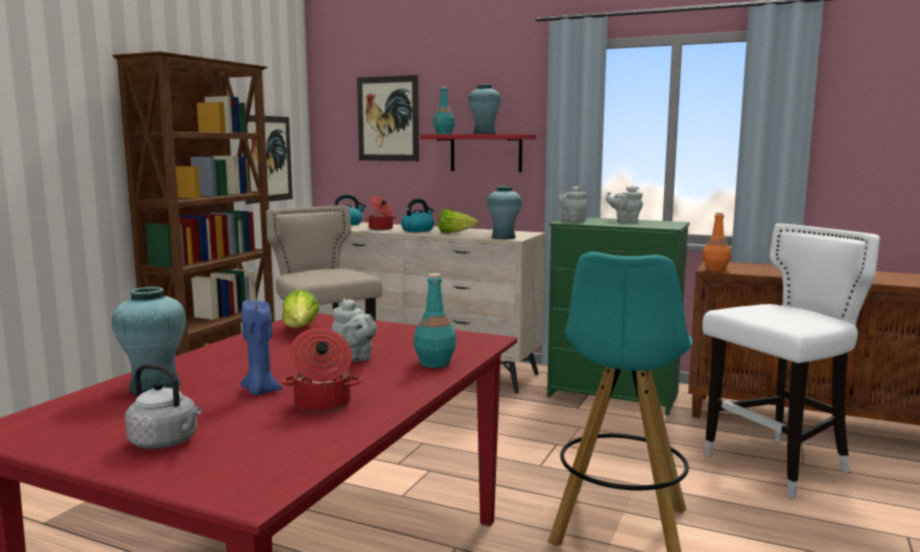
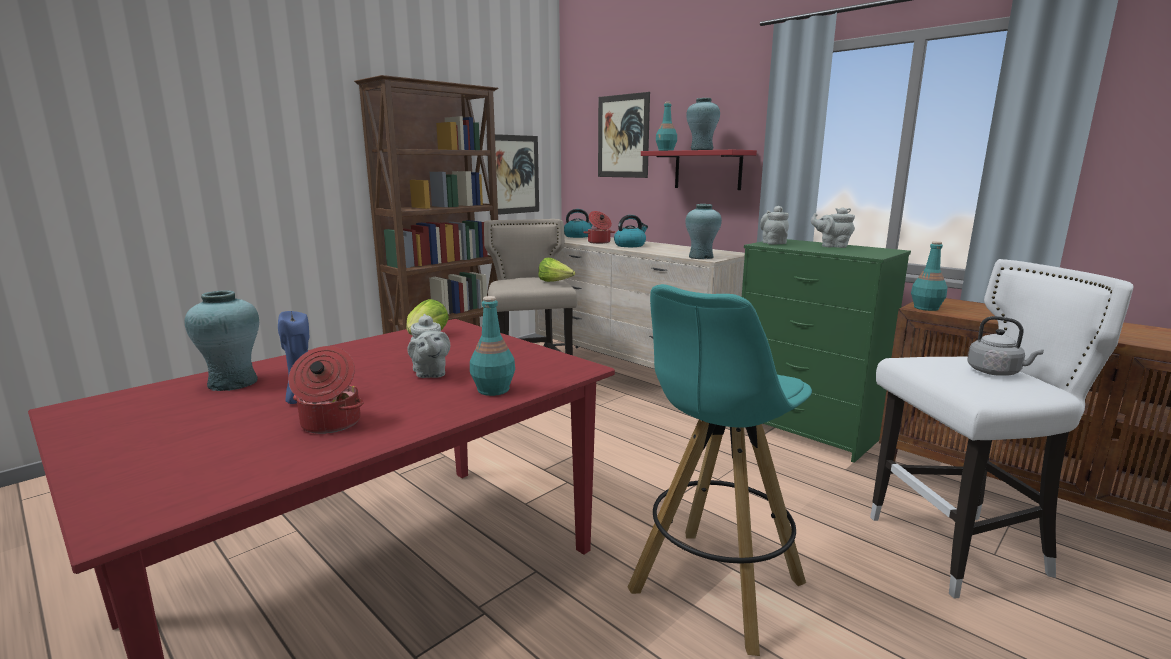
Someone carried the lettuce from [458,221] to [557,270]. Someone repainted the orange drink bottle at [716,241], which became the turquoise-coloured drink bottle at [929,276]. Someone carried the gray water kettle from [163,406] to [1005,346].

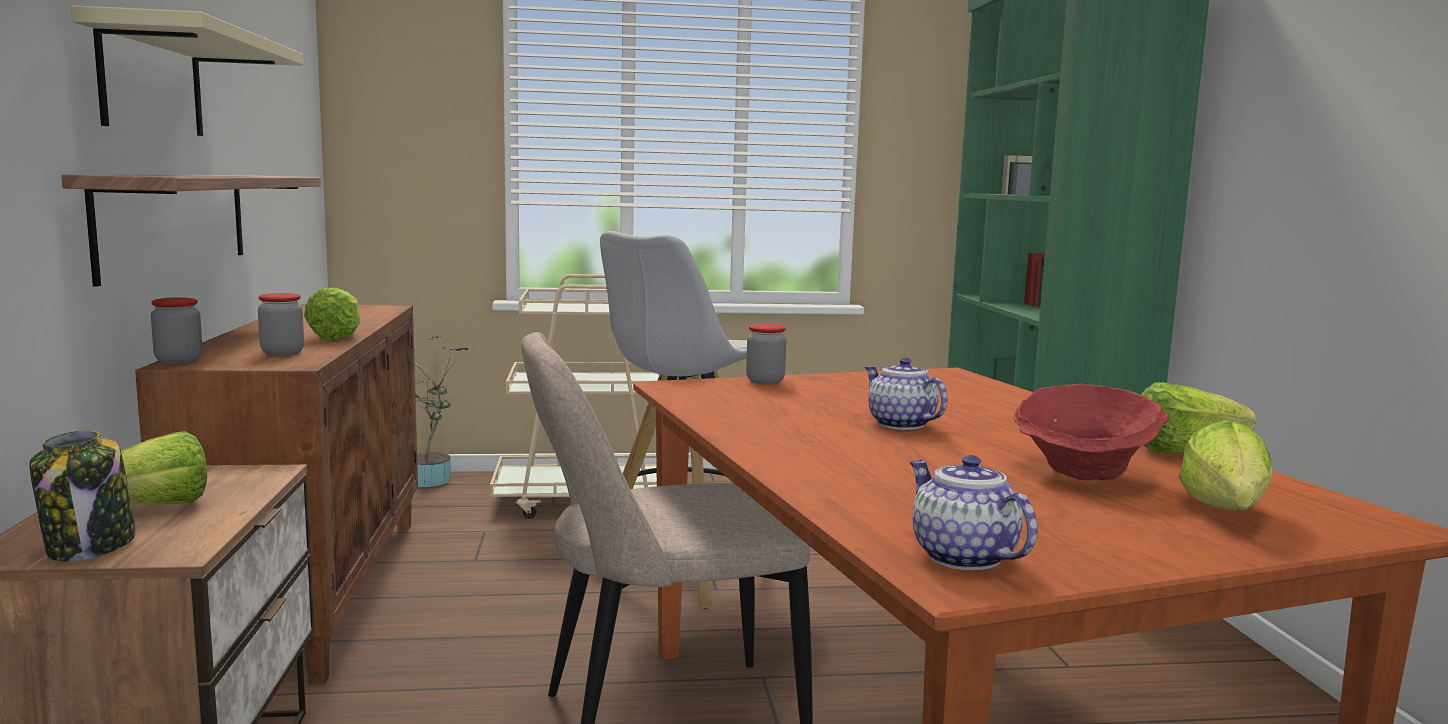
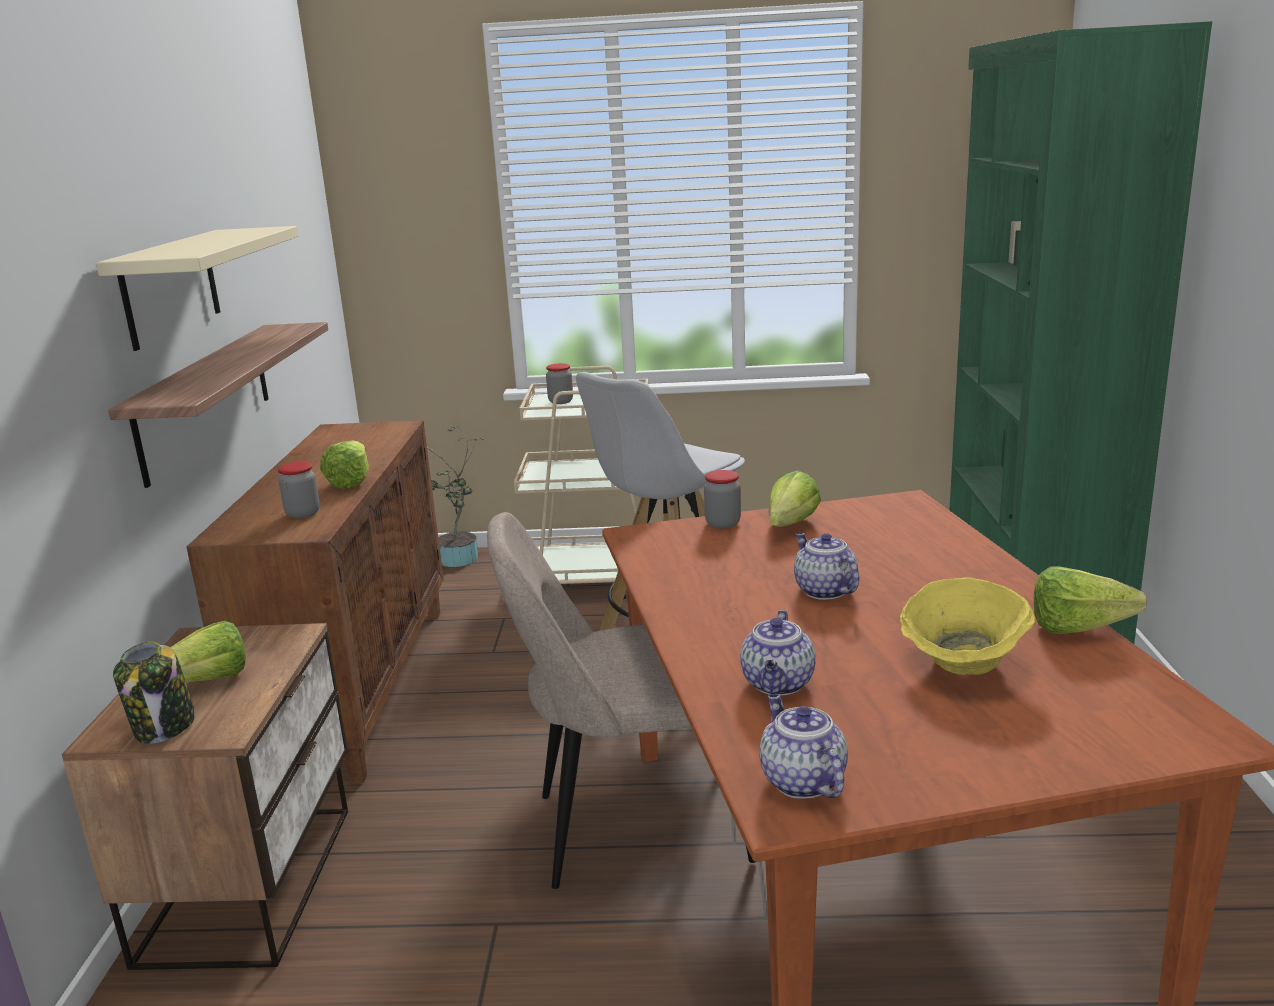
Someone carried the storage jar from [177,330] to [559,383]. Someone put down the teapot at [778,652]. Someone carried the lettuce from [1225,465] to [795,499]. Someone repainted the reddish deep dish at [1091,432], which became the yellow deep dish at [967,626].

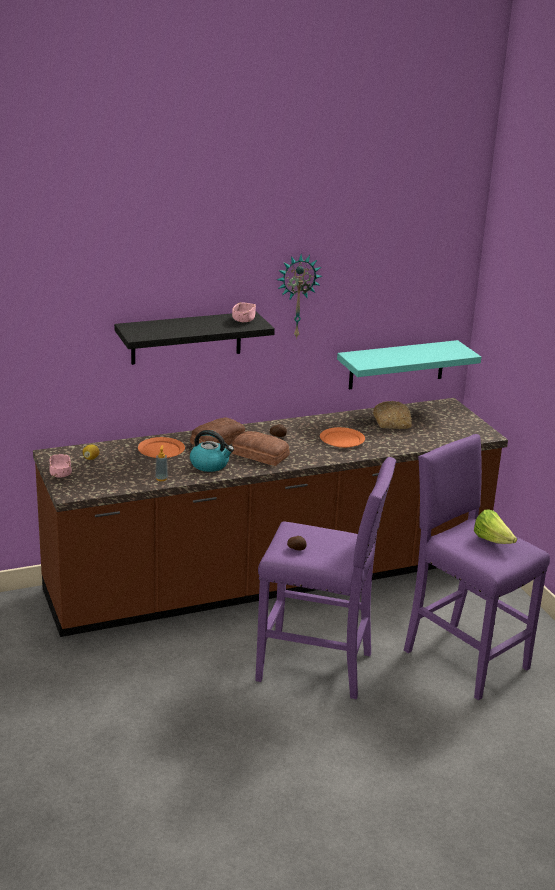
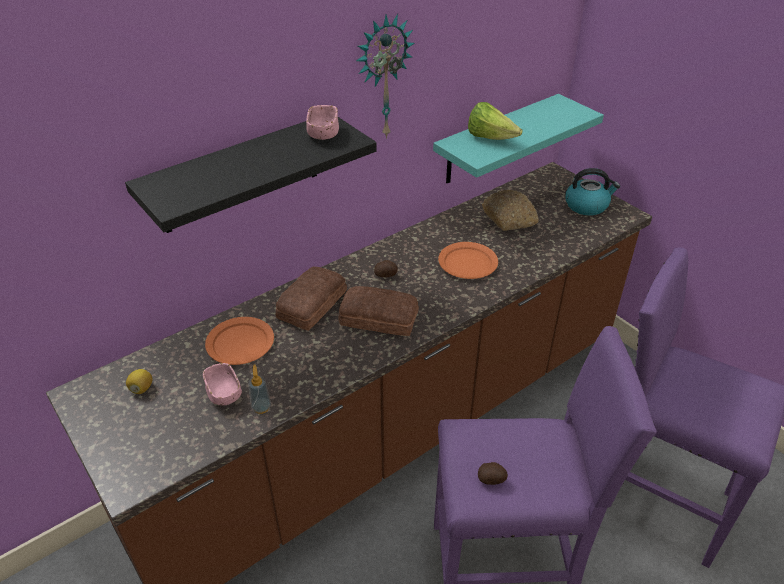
Someone carried the pinkish deep dish from [60,466] to [222,384]. Someone carried the lettuce from [495,526] to [495,121]. Someone carried the water kettle from [212,451] to [592,192].

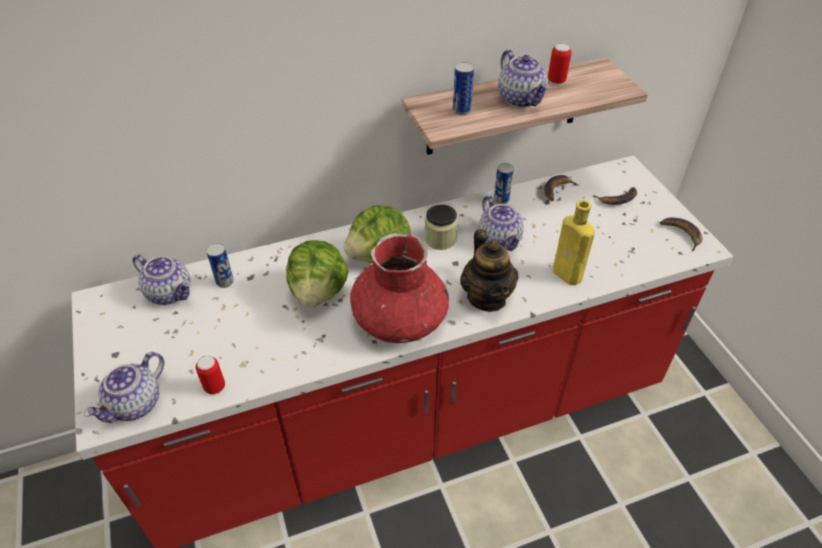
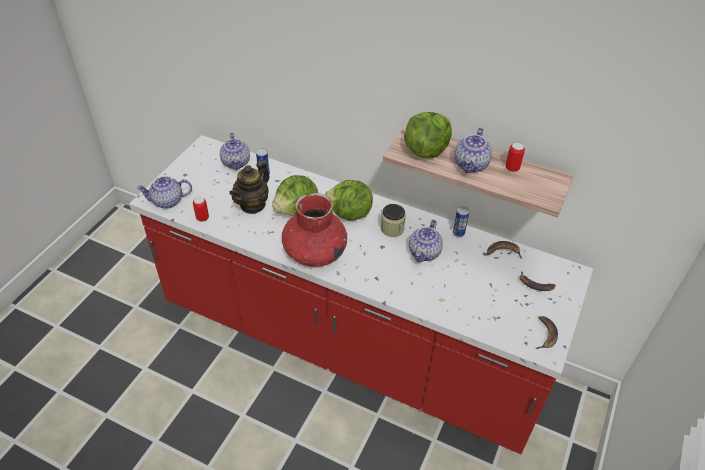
Someone carried the teapot from [489,270] to [249,187]. Someone swapped the metal can at [463,88] for the lettuce at [428,135]. Someone took away the yellow drink bottle at [574,242].

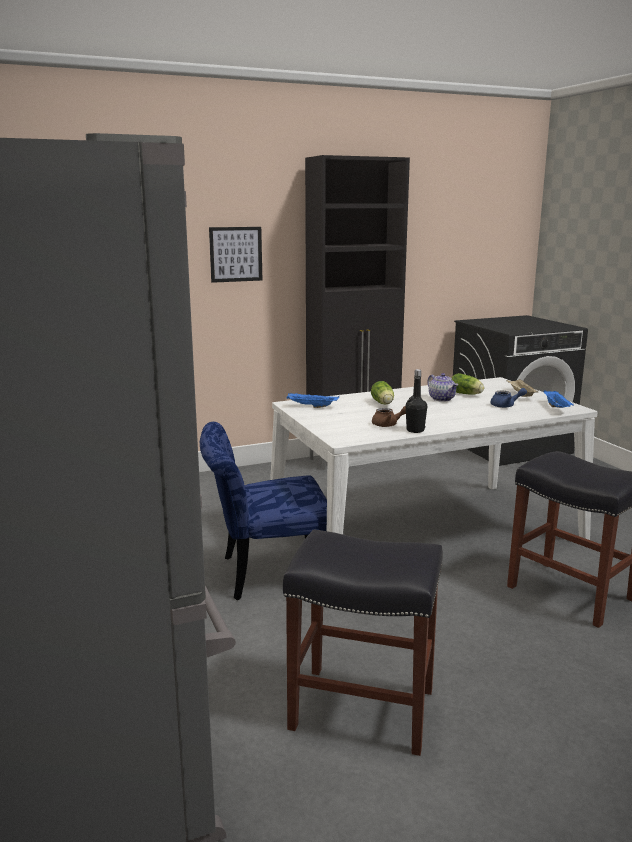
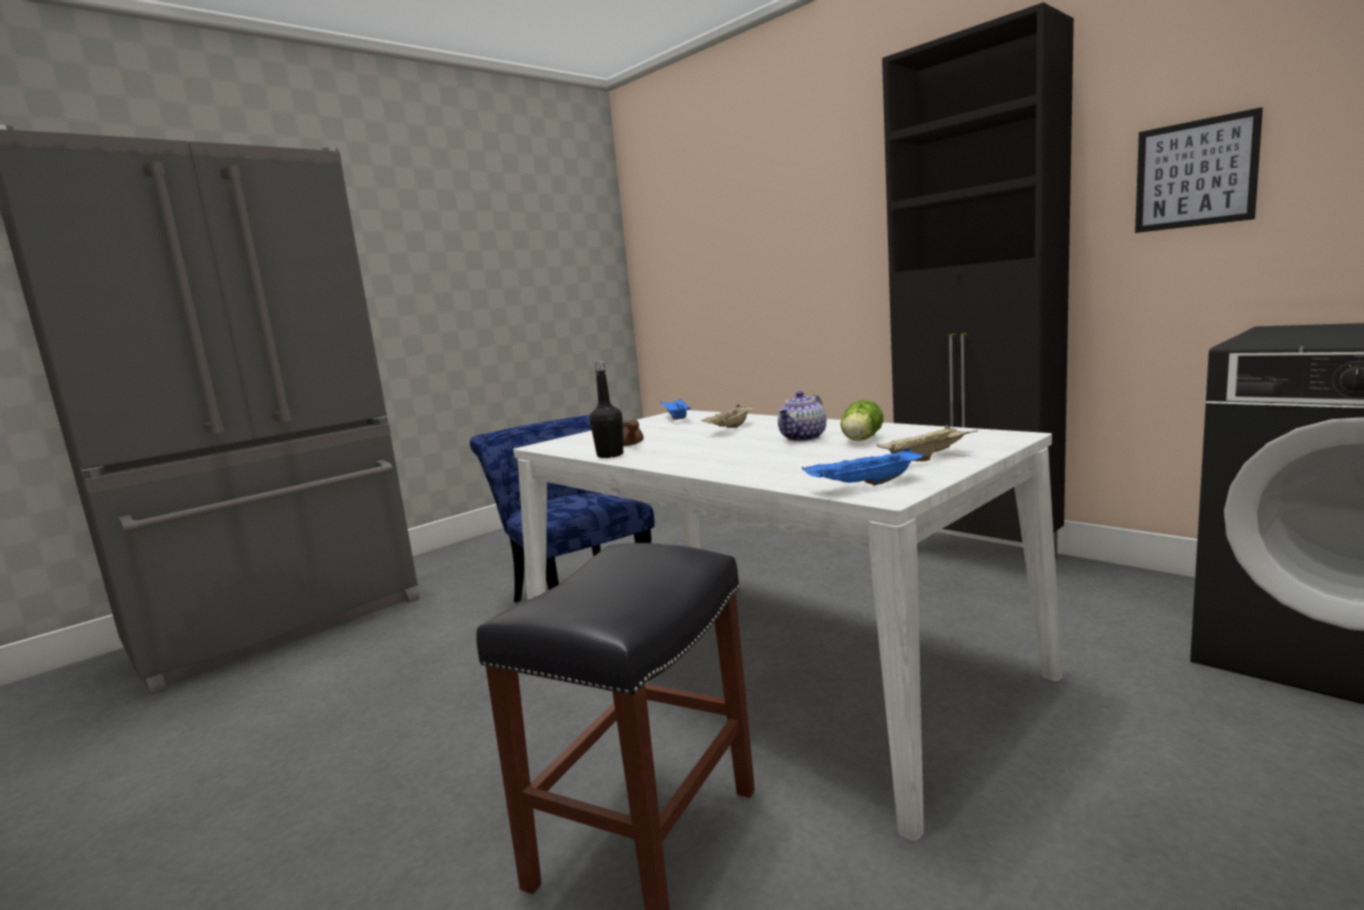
Someone swapped the lettuce at [382,393] for the sand-coloured serving tray at [728,416]. Someone carried the wall art from [235,255] to [1199,170]. Someone took away the black stool seat at [363,643]. Someone took away the bluish teapot at [509,398].

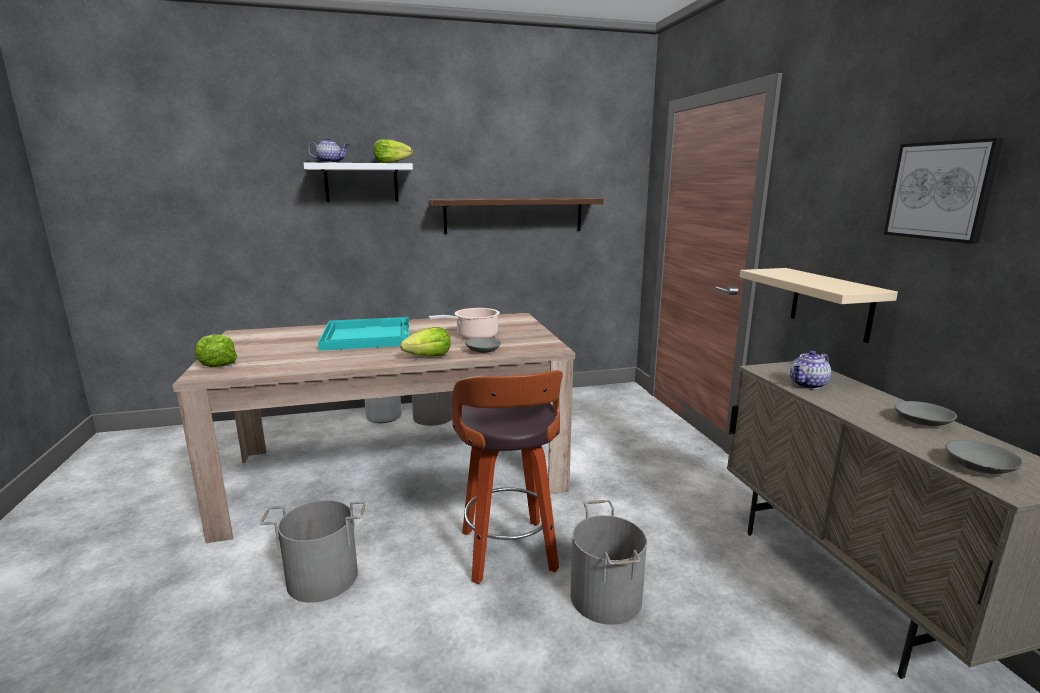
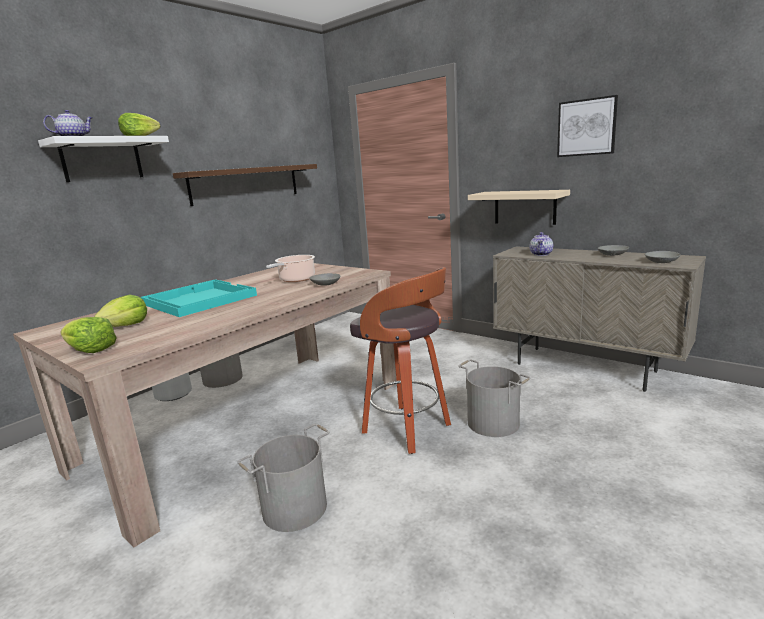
Someone carried the lettuce from [425,342] to [120,310].

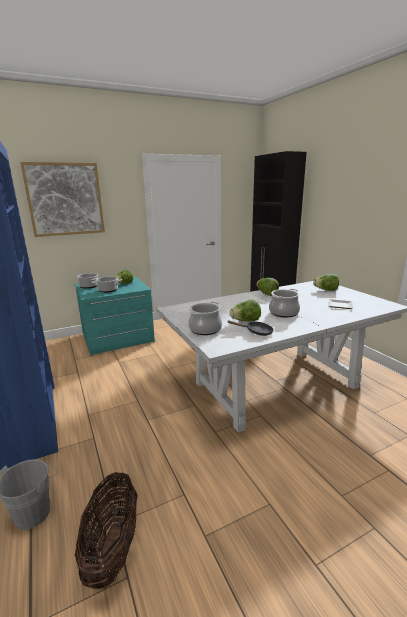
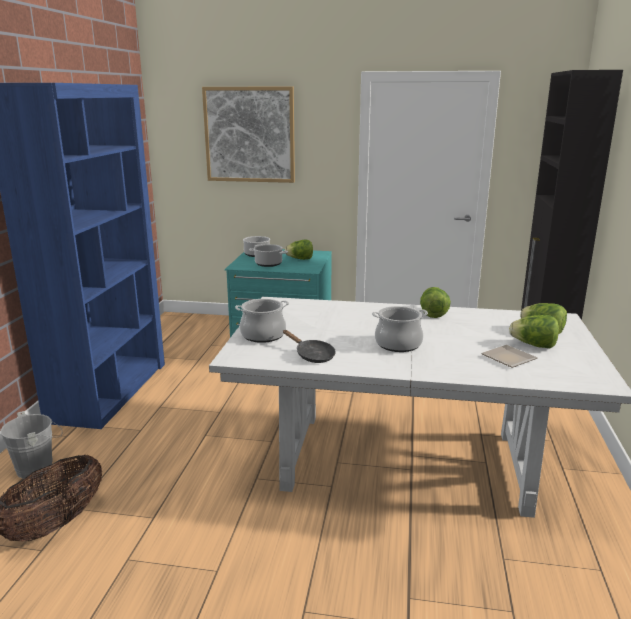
Someone carried the lettuce from [245,311] to [534,331].

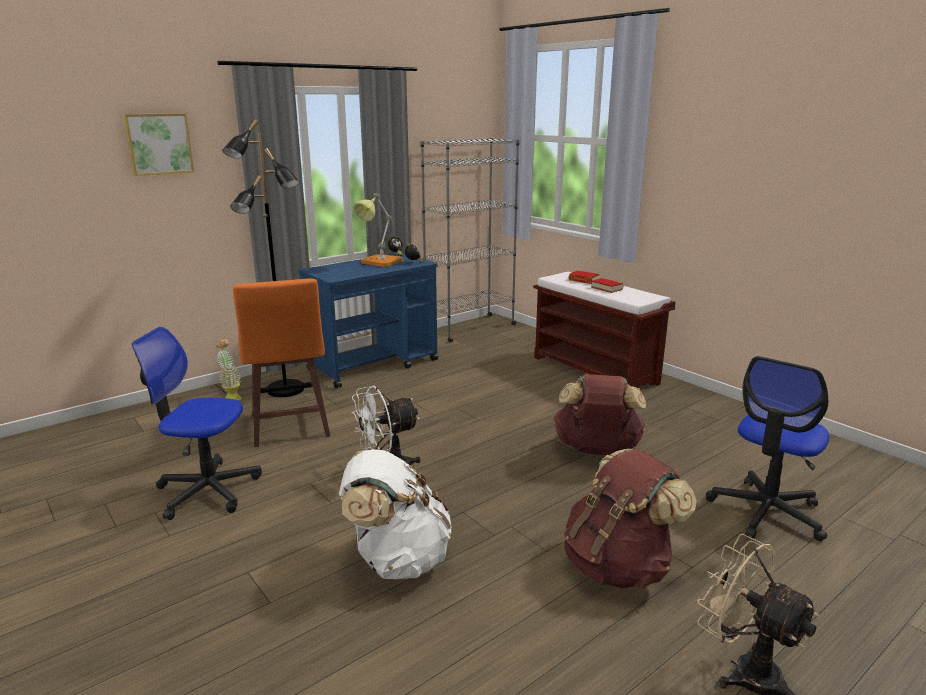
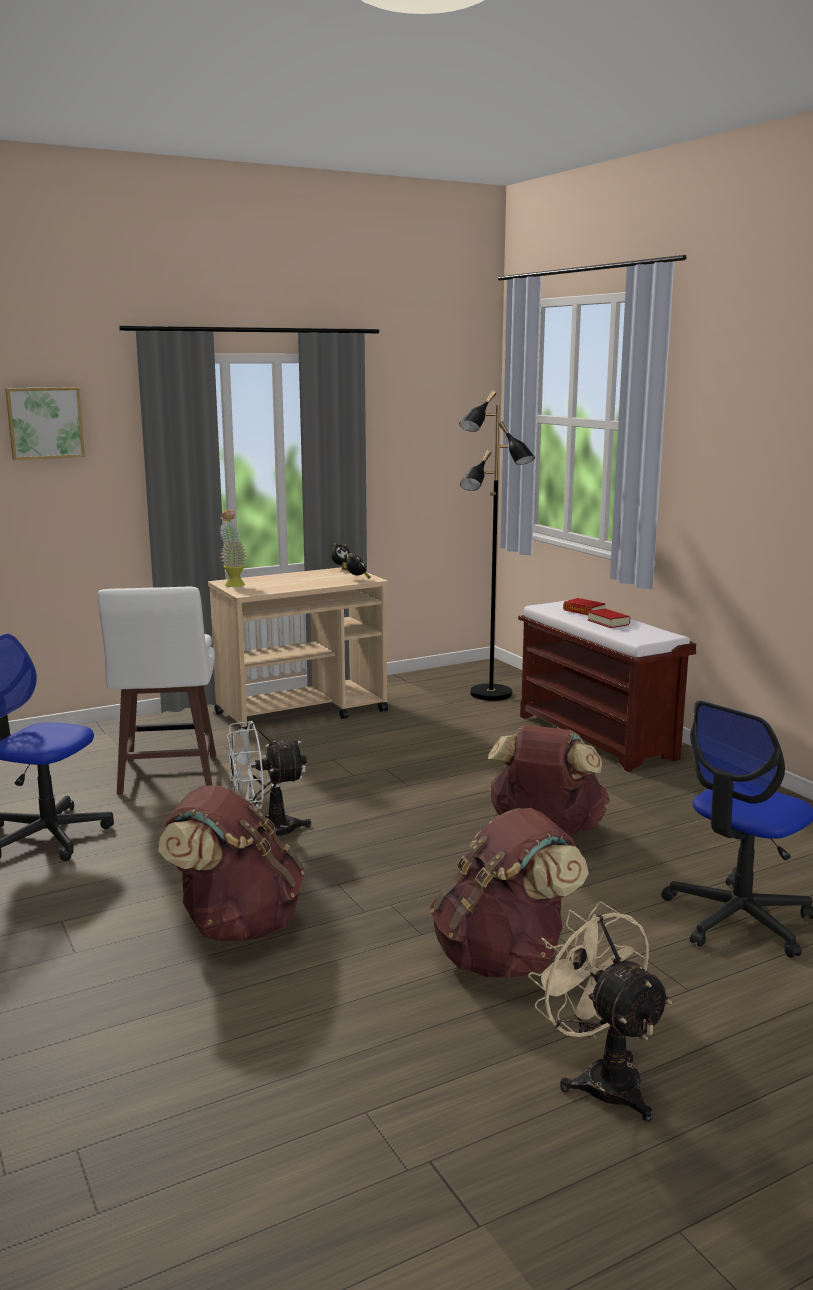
Someone repainted the orange stool seat at [281,362], which became the white stool seat at [156,691]. Someone repainted the white knapsack at [395,514], which became the brownish knapsack at [231,863]. Someone repainted the bluish cart at [368,321], which became the sand-coloured cart at [298,650]. Someone carried the houseplant from [229,370] to [233,548]. Someone carried the black floor lamp from [263,258] to [497,546]. Someone took away the table lamp at [378,230]. Someone took away the gray shelving unit at [470,240].

